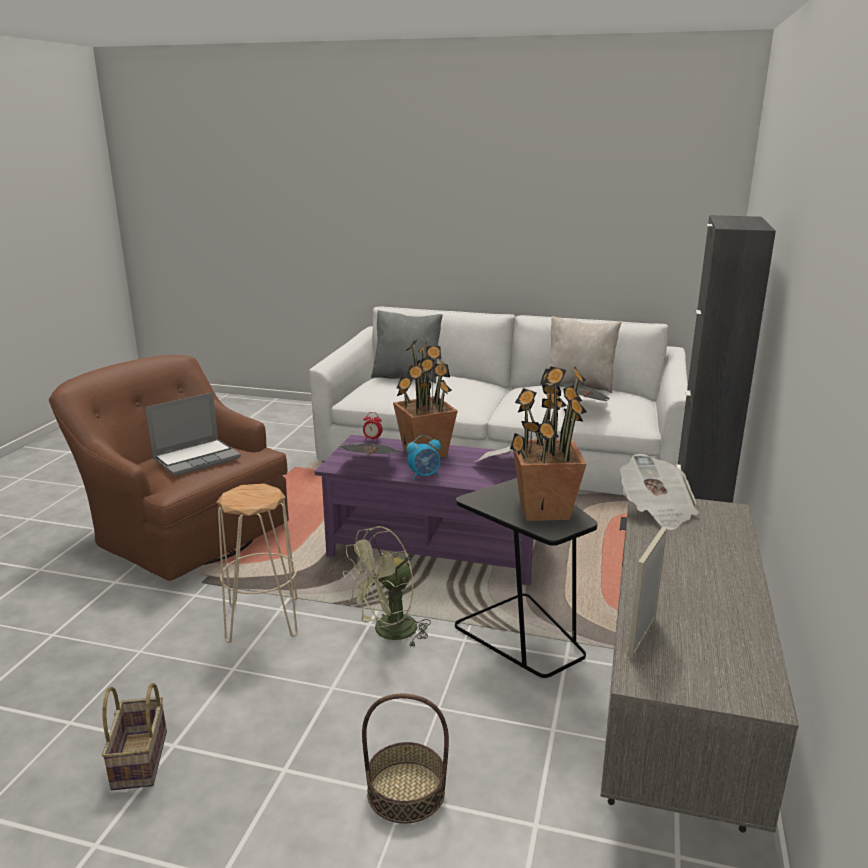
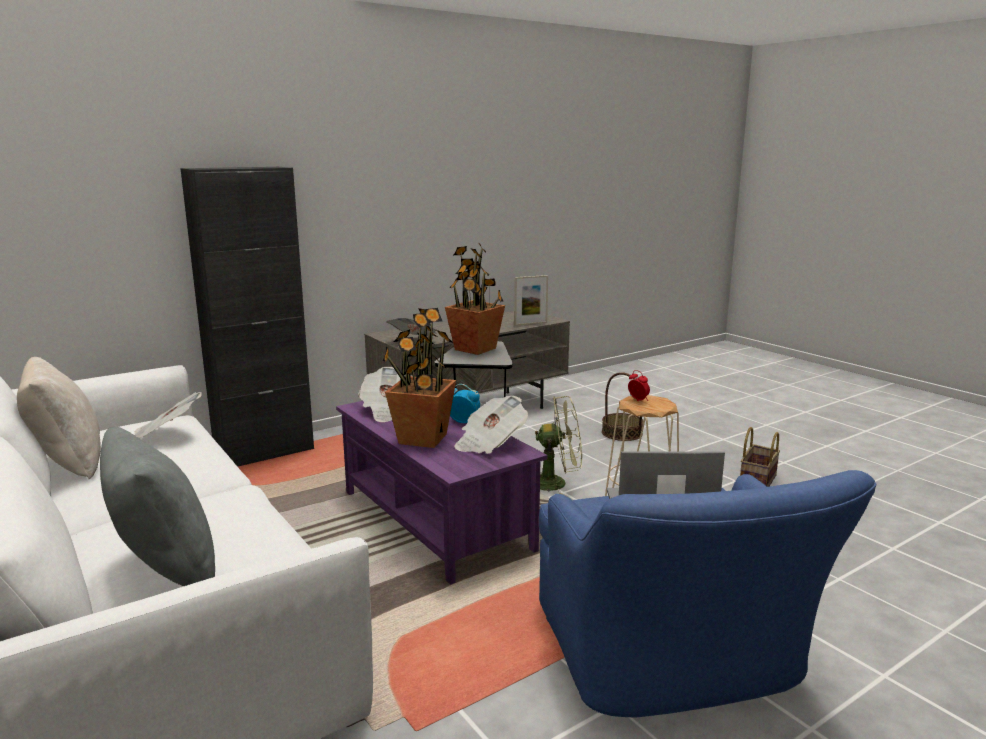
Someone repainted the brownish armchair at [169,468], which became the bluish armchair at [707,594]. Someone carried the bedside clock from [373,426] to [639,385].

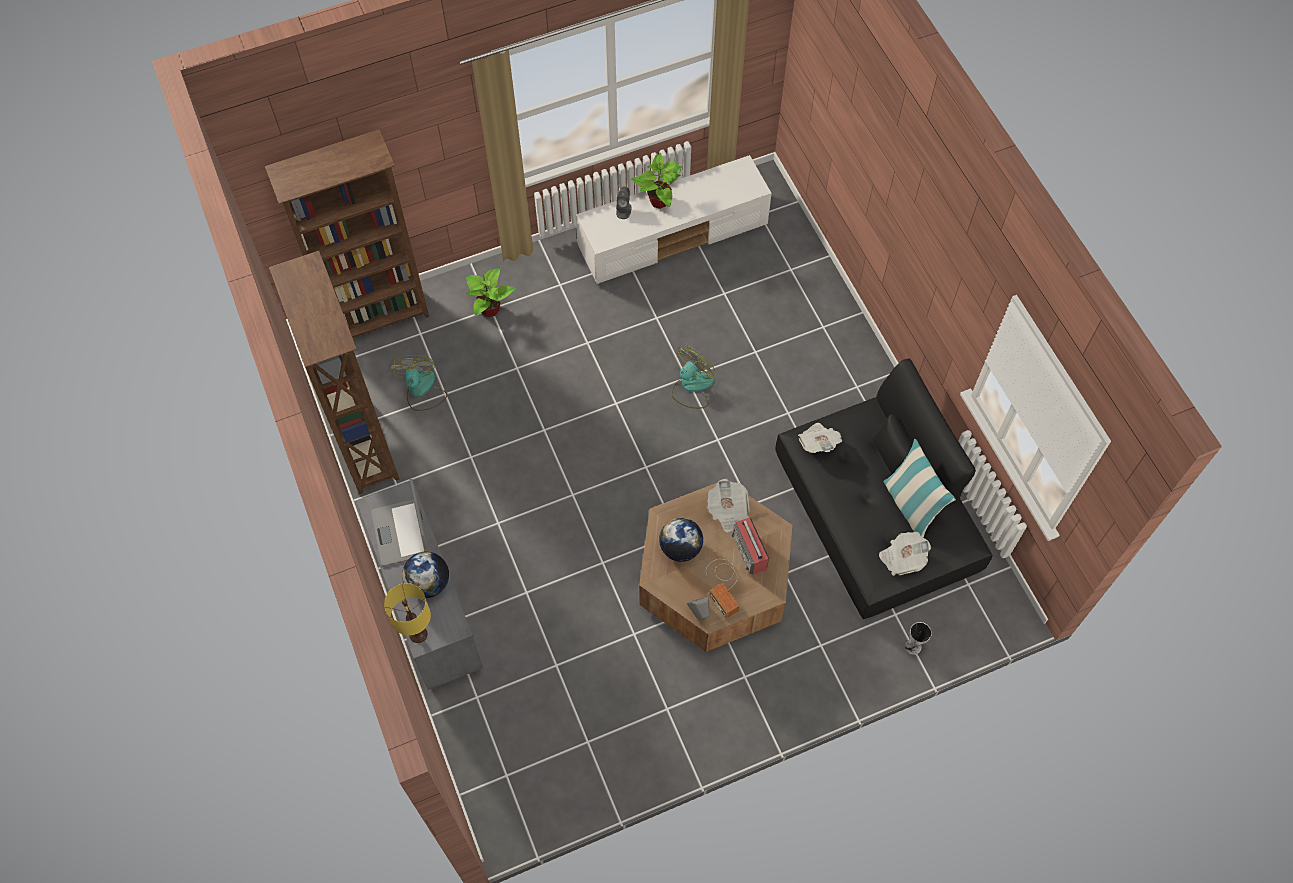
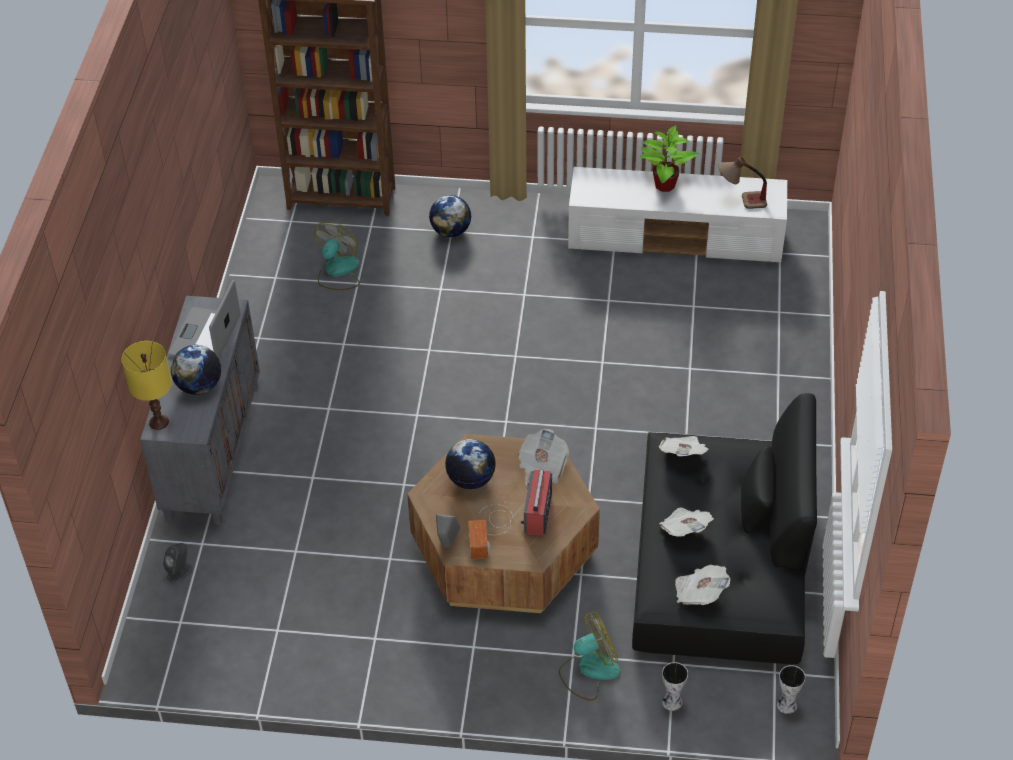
Someone carried the gray speaker from [624,202] to [177,563]. Someone swapped the houseplant at [491,292] for the globe at [450,216]. Someone carried the cooling fan from [693,377] to [590,656]. Someone put down the daily paper at [686,522]. Someone put down the table lamp at [742,183]. Someone put down the decorative vase at [791,689]. Someone took away the brownish shelving unit at [334,372]. Someone took away the throw pillow at [919,488].

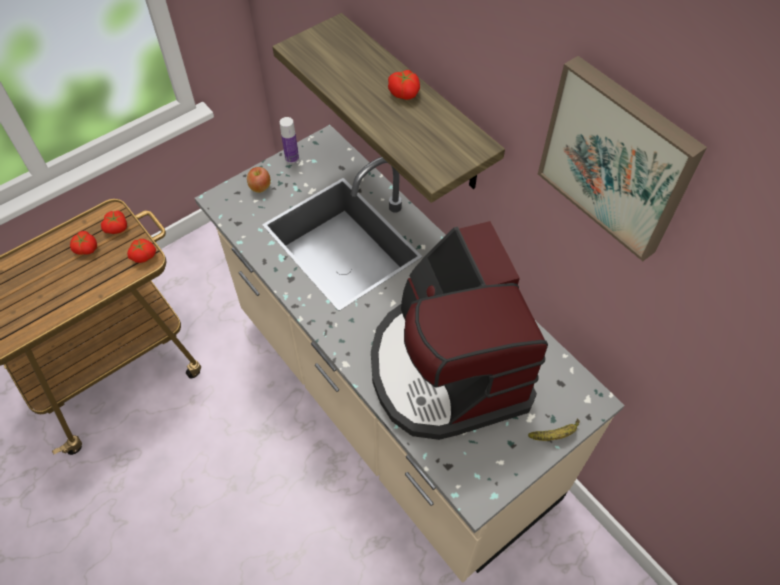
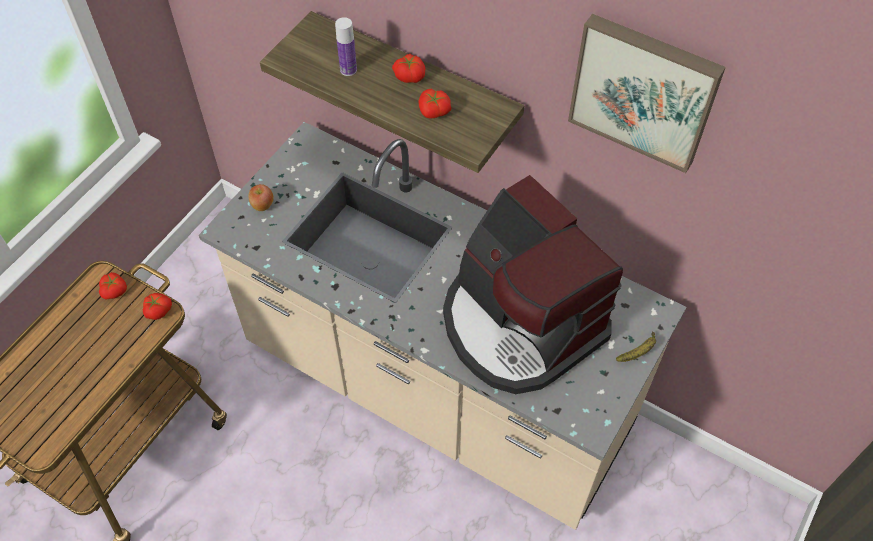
Someone carried the drink bottle from [289,140] to [346,46]. Someone carried the fresh tomato from [83,243] to [434,104].

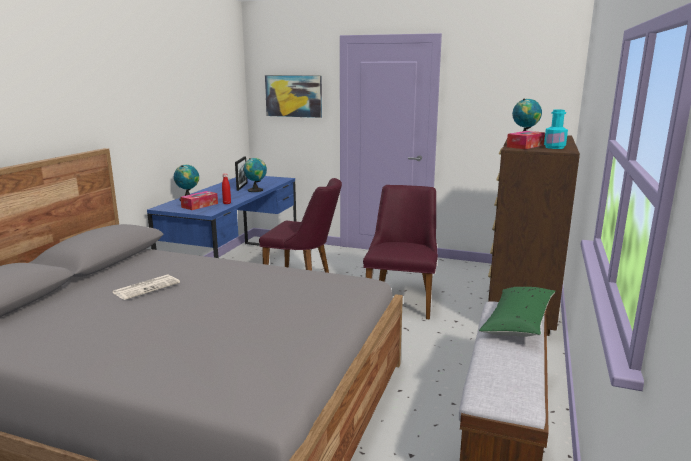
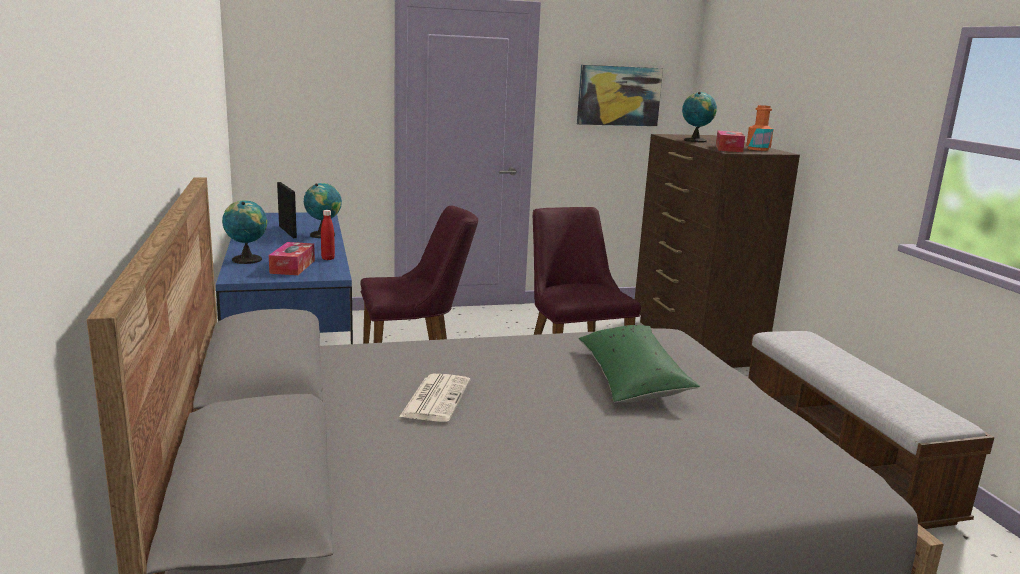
Someone carried the wall art from [293,96] to [620,95]. Someone carried the greenish throw pillow from [517,312] to [639,364]. Someone repainted the turquoise-coloured drink bottle at [556,129], which became the orange drink bottle at [760,128].

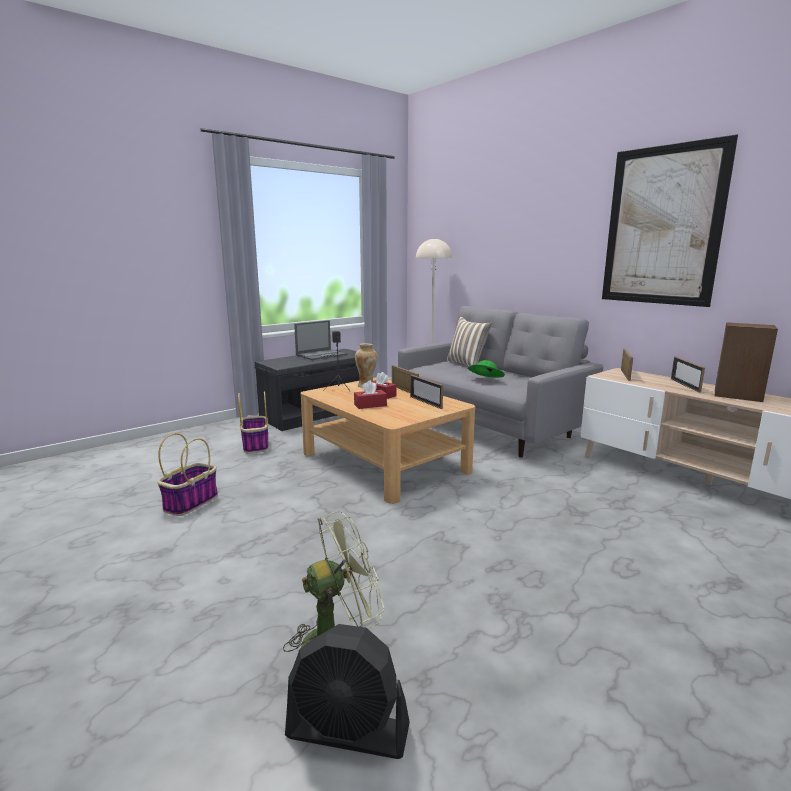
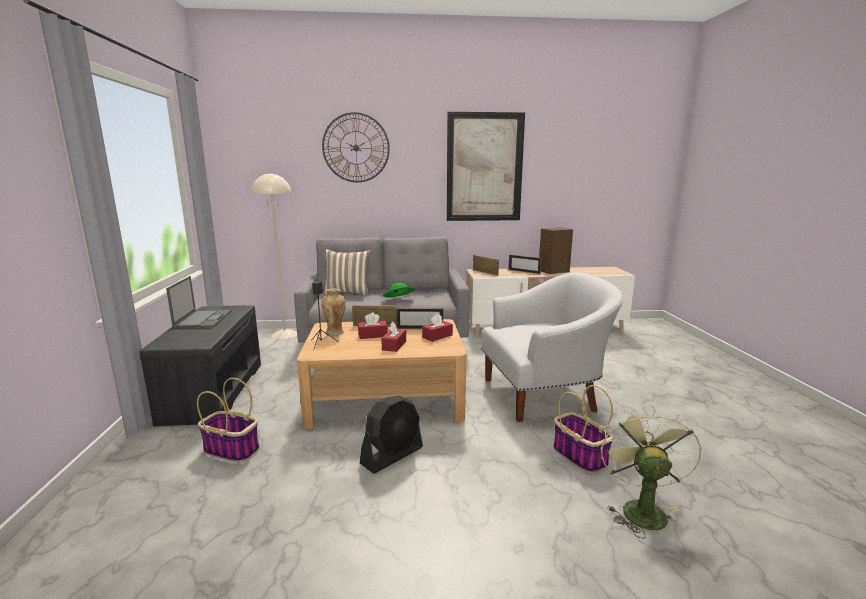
Someone put up the clock on the wall at [356,147]. Someone carried the black cooling fan from [347,691] to [391,434]. Someone put down the reddish tissue holder at [437,327]. Someone put down the white armchair at [552,347]. Someone carried the basket from [187,474] to [583,429].

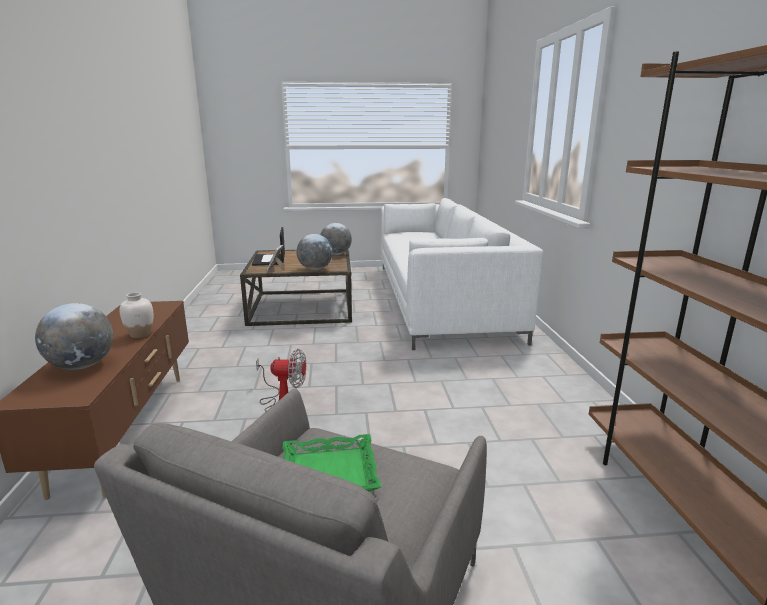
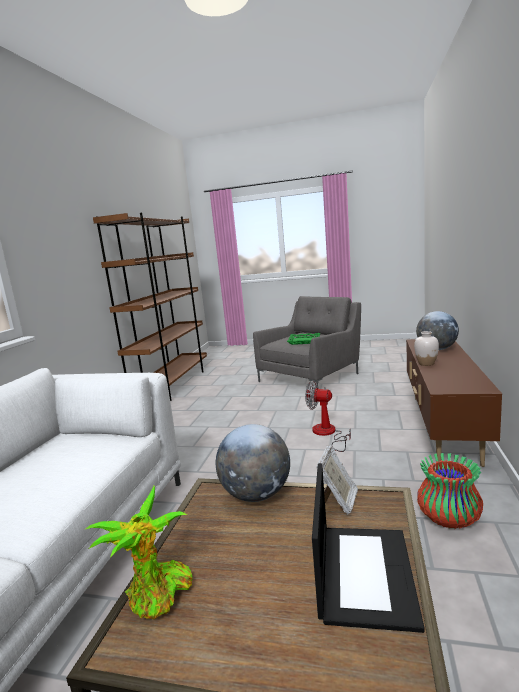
Someone swapped the globe at [336,239] for the houseplant at [139,552]. Someone put down the decorative vase at [450,491].

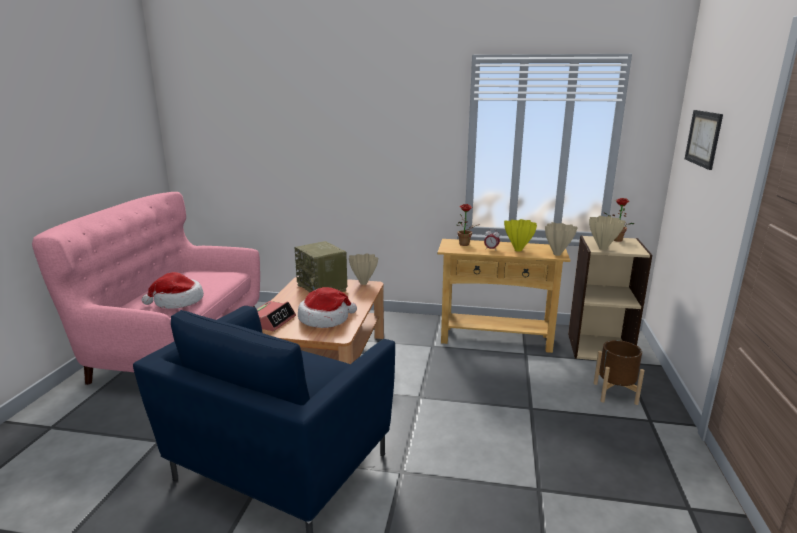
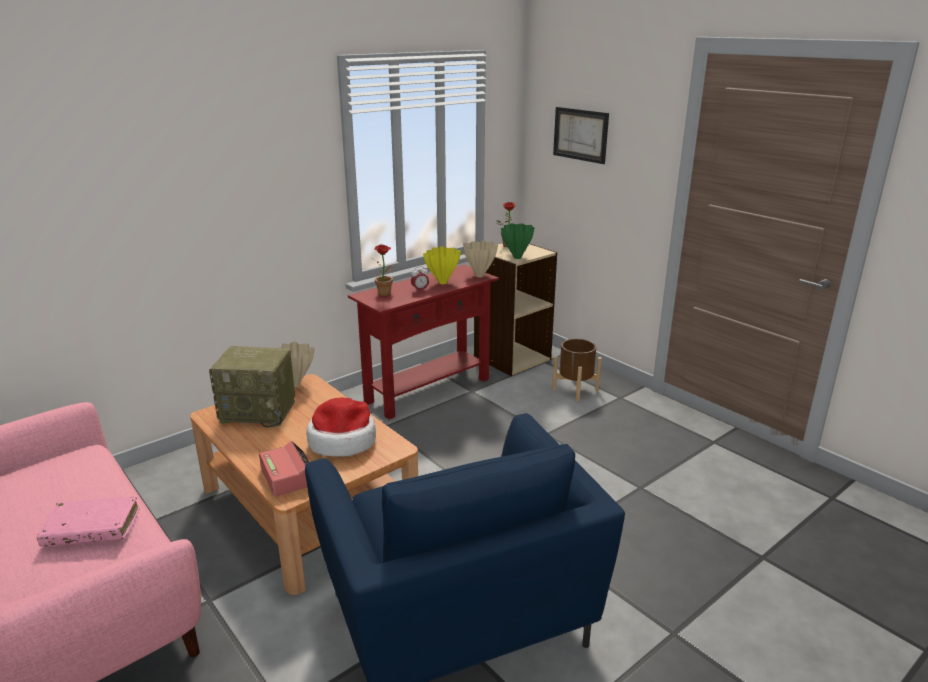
Someone swapped the clothing hat at [173,290] for the pinkish volume at [88,521]. Someone repainted the sand-coloured console table at [503,296], which became the reddish console table at [423,342]. Someone repainted the sand-coloured decorative vase at [607,233], which became the greenish decorative vase at [517,241].

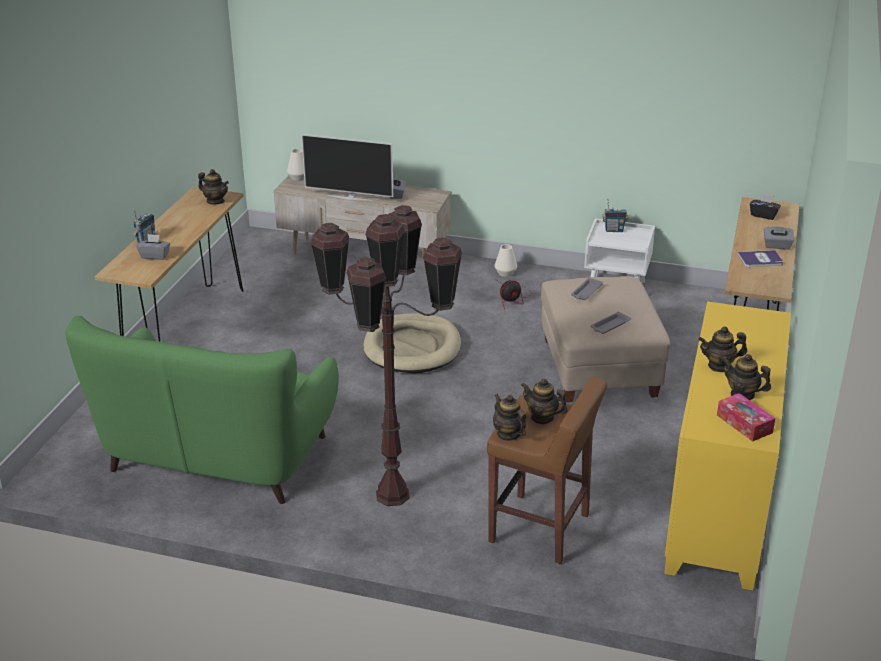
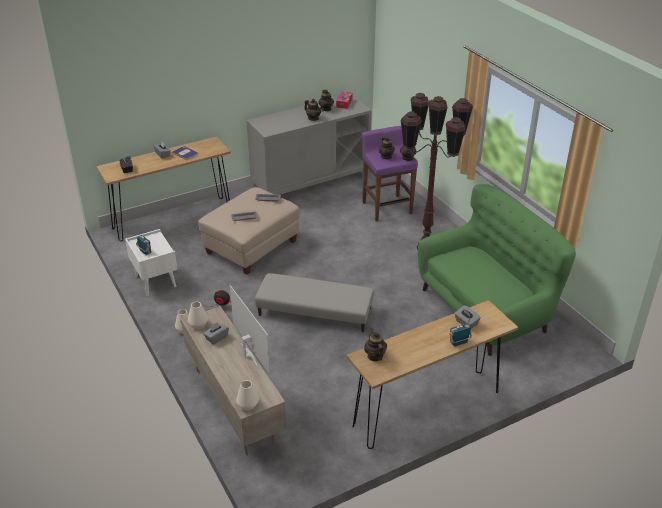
Someone put down the white decorative vase at [198,315]. Someone repainted the yellow cupboard at [727,446], which became the gray cupboard at [309,145]. Someone swapped the sand-coloured pet bed at [412,343] for the gray pouffe at [314,302]. Someone repainted the brownish stool seat at [547,470], which became the purple-coloured stool seat at [390,173].

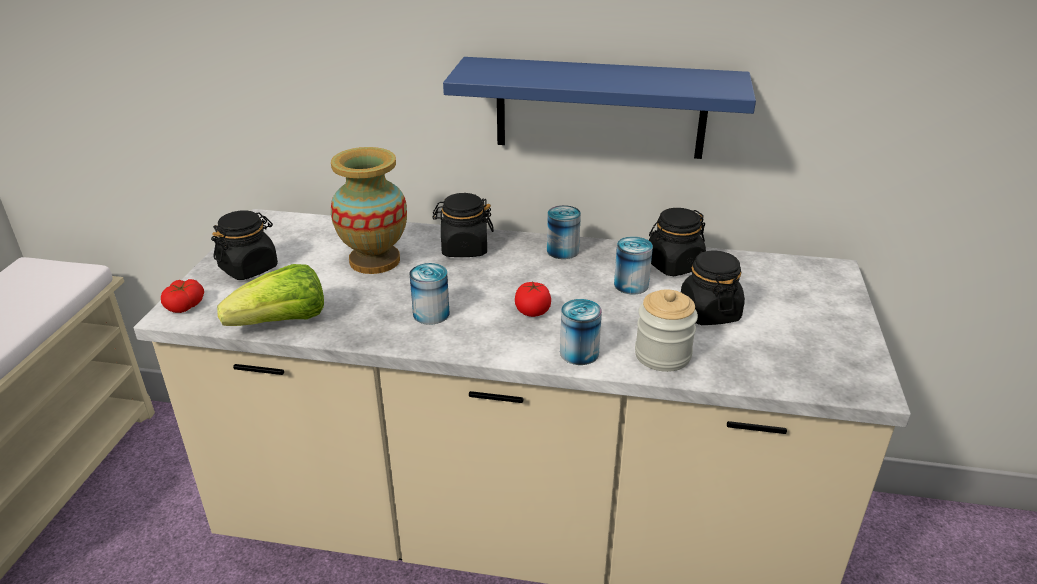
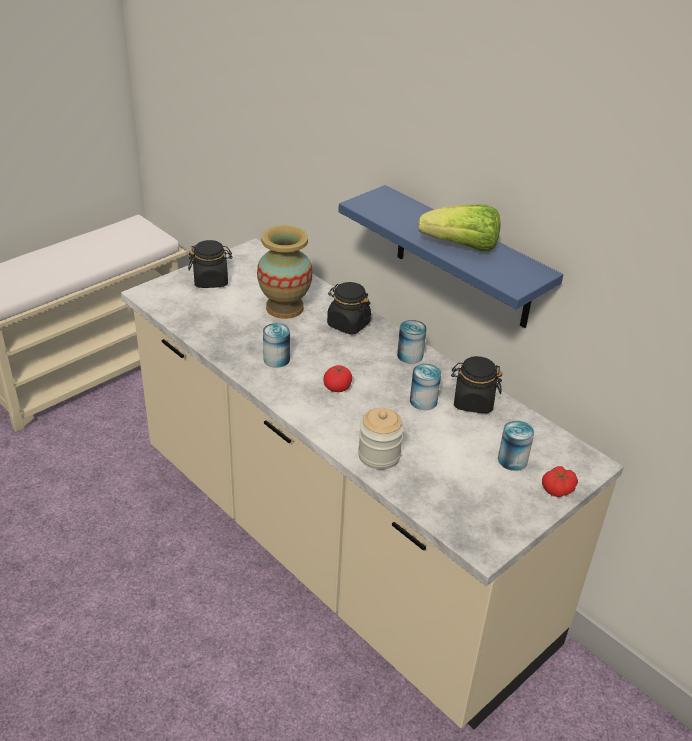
Someone carried the lettuce from [270,295] to [459,227]. Someone carried the metal can from [581,332] to [516,446]. Someone carried the fresh tomato from [182,296] to [560,481]. Someone took away the black storage jar at [713,288].

